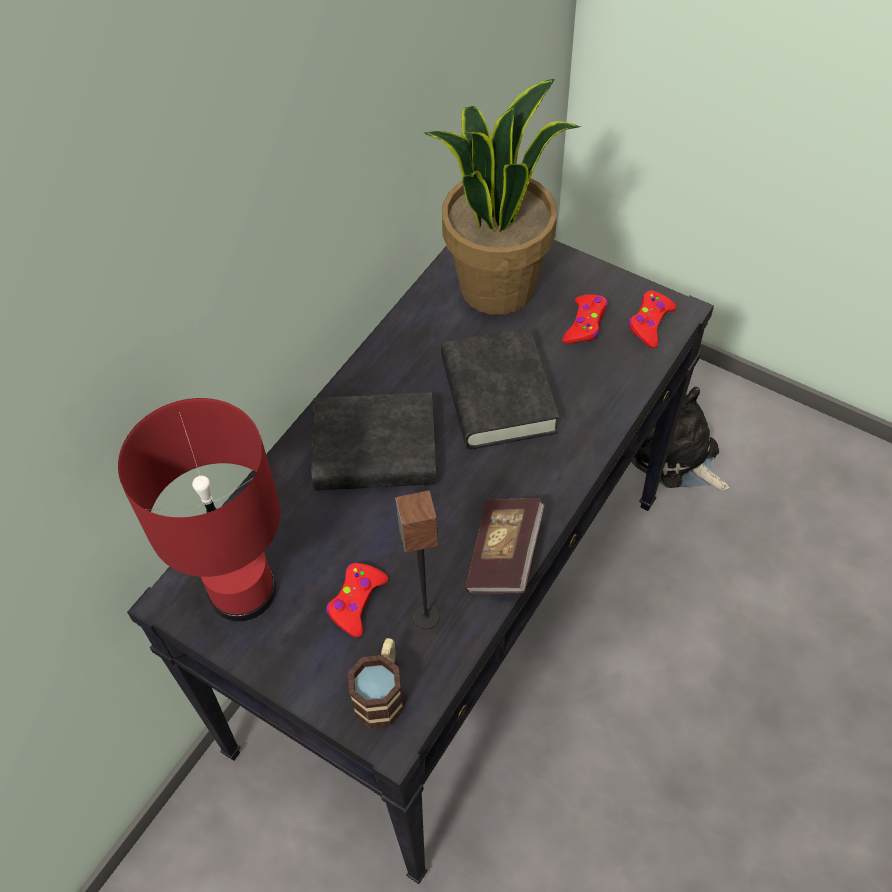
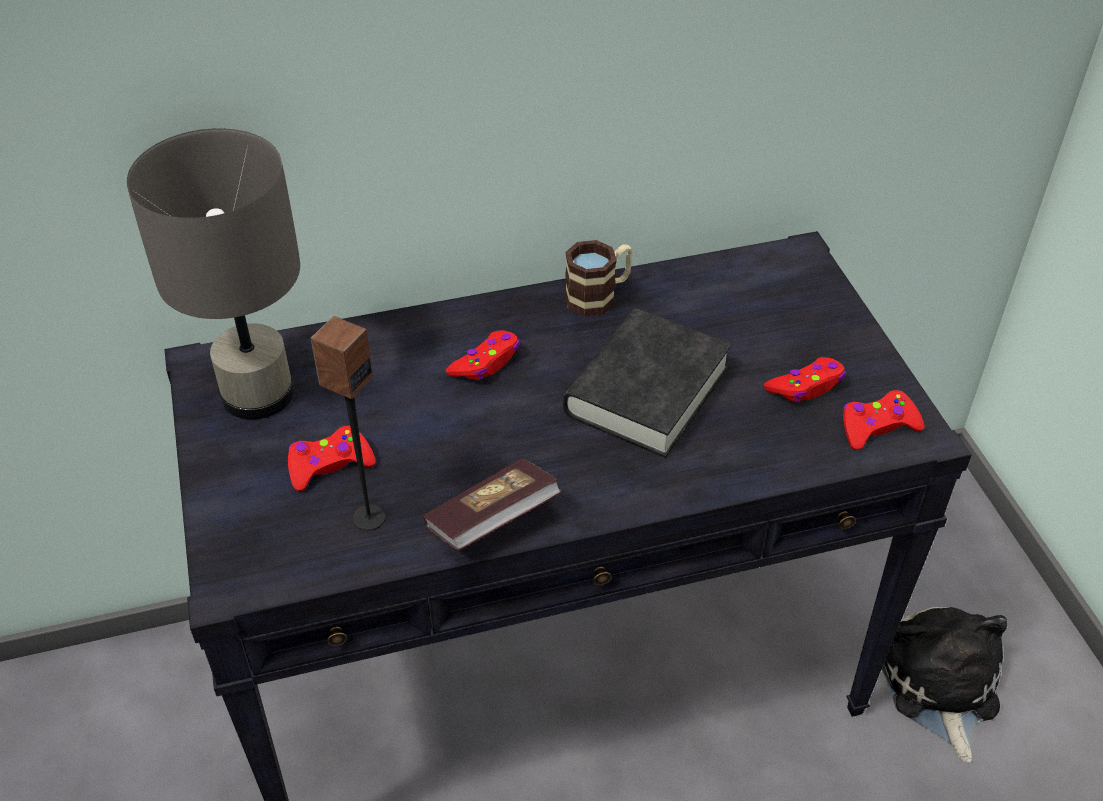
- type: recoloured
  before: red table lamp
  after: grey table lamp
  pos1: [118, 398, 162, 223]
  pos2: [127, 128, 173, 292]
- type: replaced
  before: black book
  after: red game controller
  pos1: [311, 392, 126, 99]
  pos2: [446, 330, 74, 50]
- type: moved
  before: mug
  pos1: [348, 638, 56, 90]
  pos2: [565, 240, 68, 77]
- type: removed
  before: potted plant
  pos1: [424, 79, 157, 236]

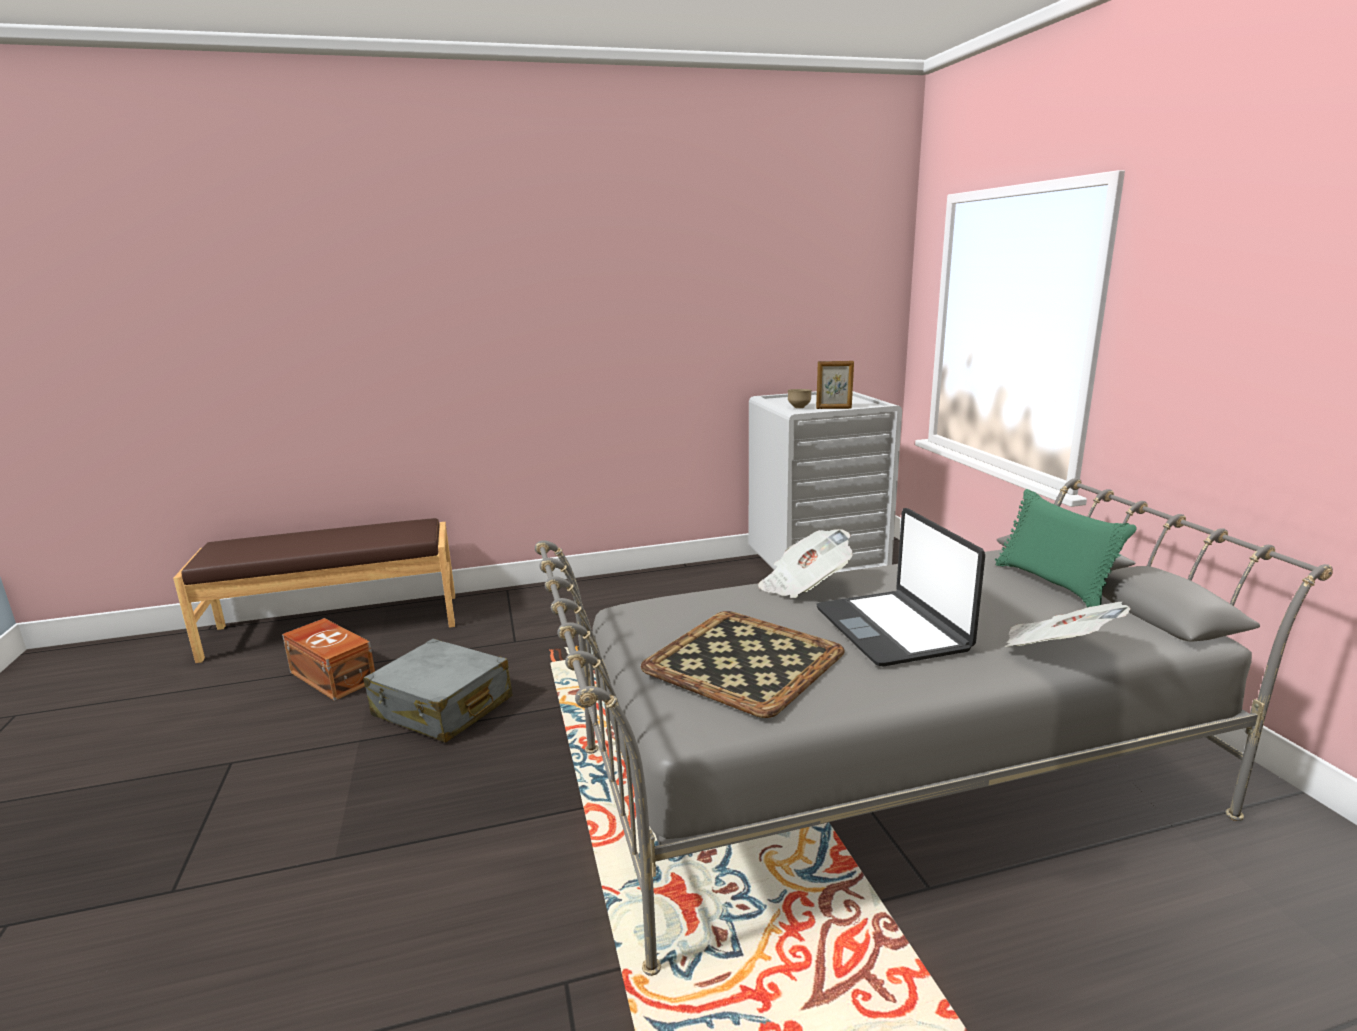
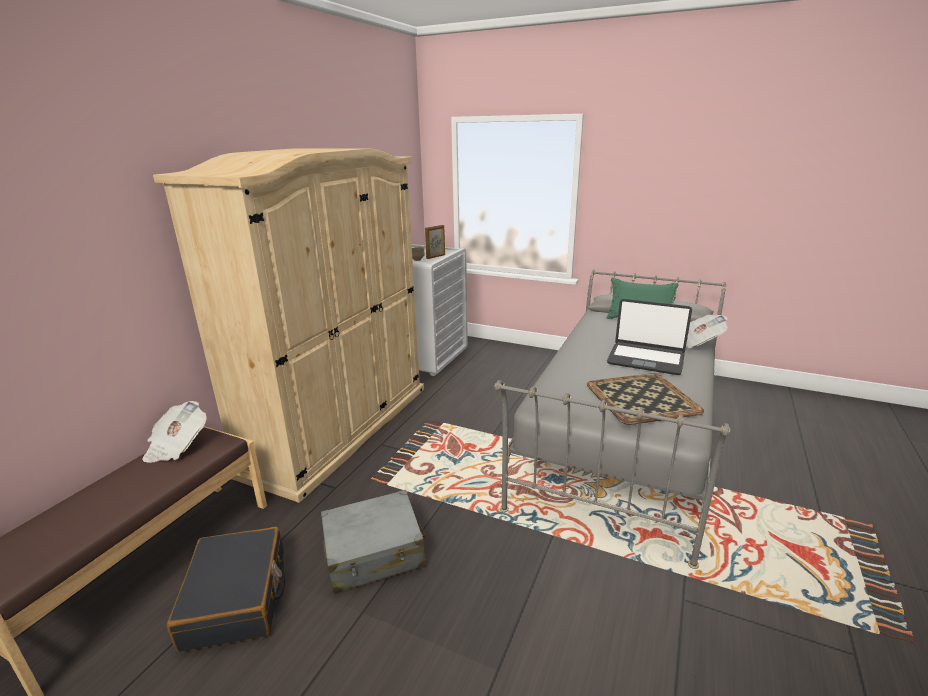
- type: moved
  before: newspaper
  pos1: [758, 529, 95, 69]
  pos2: [142, 401, 65, 62]
- type: added
  after: beige wardrobe
  pos2: [153, 148, 271, 355]
- type: replaced
  before: brown storage box
  after: black suitcase
  pos1: [282, 618, 93, 83]
  pos2: [167, 527, 118, 125]

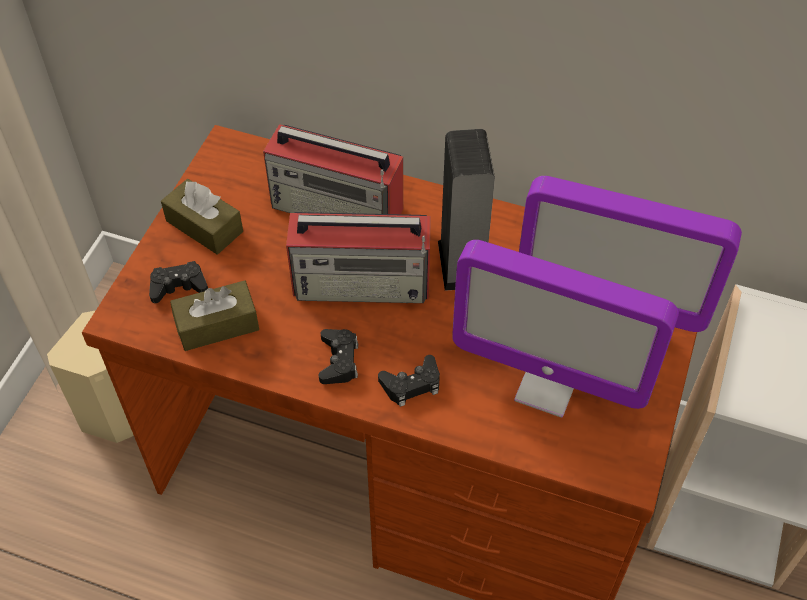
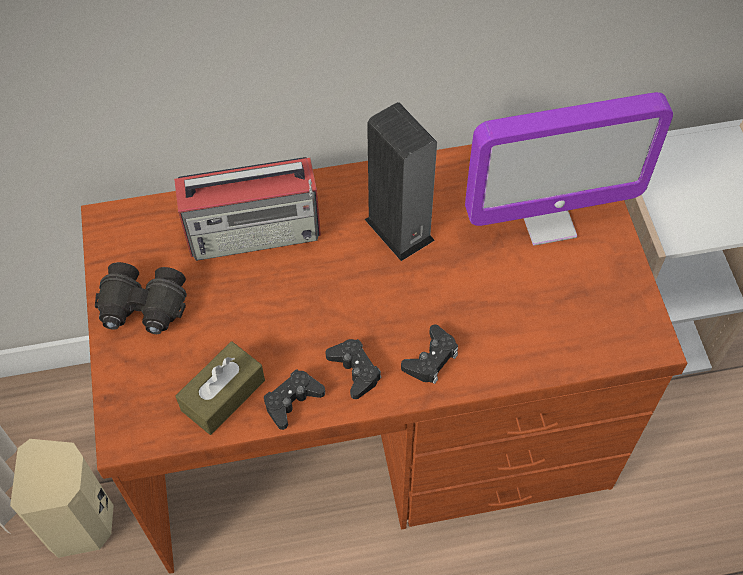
- type: replaced
  before: brown tissue box
  after: black binoculars
  pos1: [161, 179, 82, 75]
  pos2: [95, 262, 92, 72]
- type: moved
  before: black game controller
  pos1: [149, 261, 59, 42]
  pos2: [264, 369, 61, 61]
- type: removed
  before: radio
  pos1: [286, 212, 145, 91]
- type: removed
  before: monitor
  pos1: [452, 240, 227, 178]

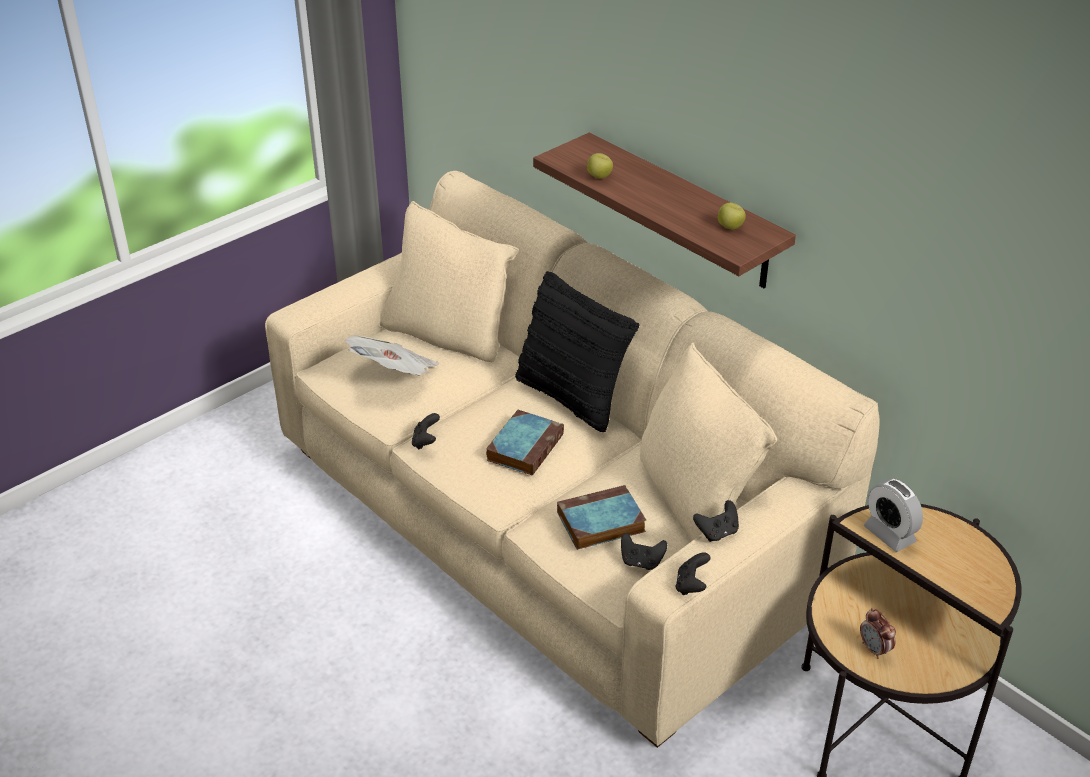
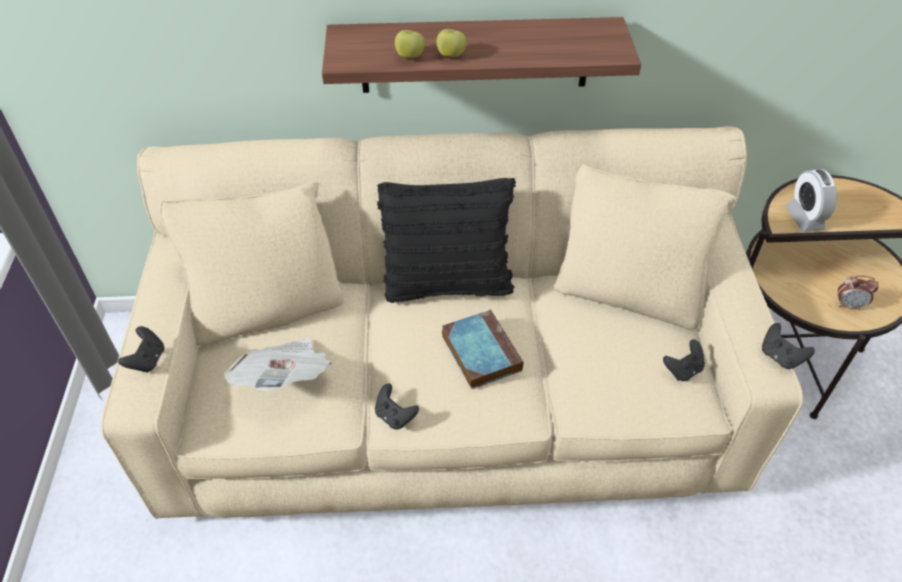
- type: moved
  before: black game controller
  pos1: [693, 500, 46, 42]
  pos2: [118, 326, 47, 47]
- type: moved
  before: apple
  pos1: [718, 203, 28, 27]
  pos2: [436, 29, 31, 28]
- type: turned
  before: alarm clock
  pos1: [864, 479, 59, 73]
  pos2: [786, 169, 51, 63]
  turn: 75
- type: removed
  before: book
  pos1: [557, 485, 89, 65]

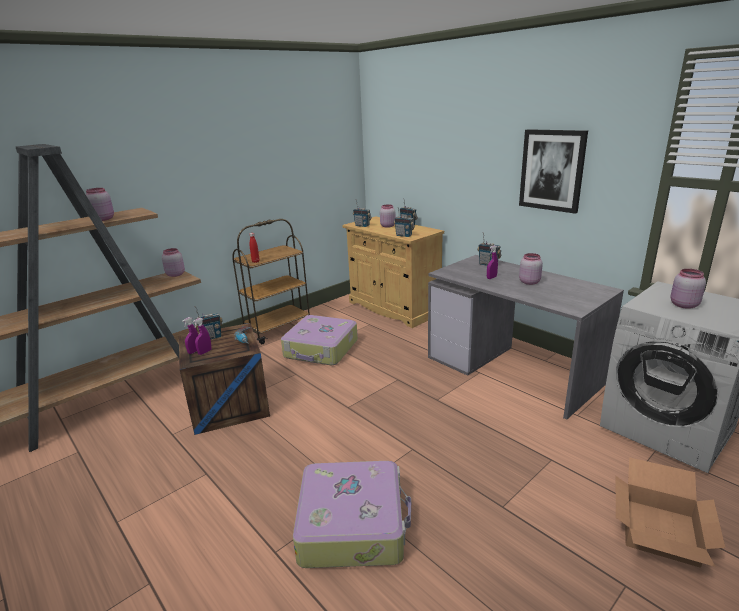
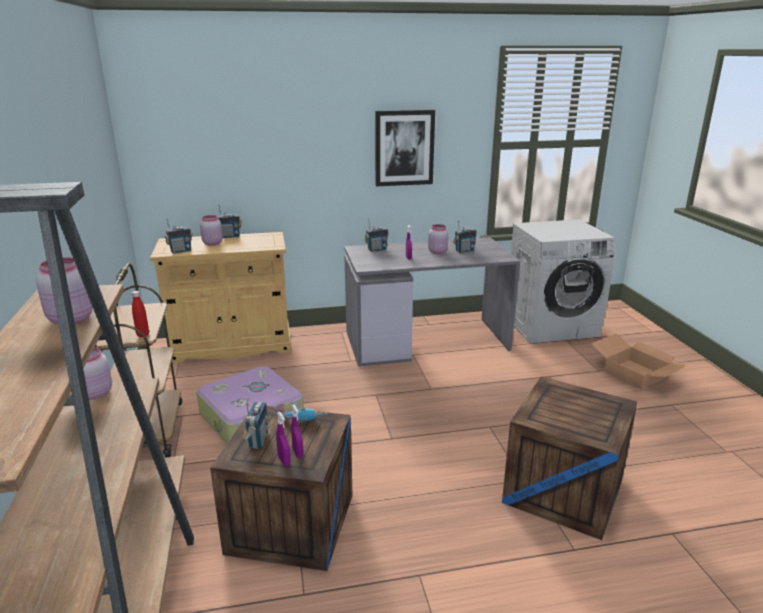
- type: moved
  before: radio
  pos1: [394, 207, 21, 30]
  pos2: [453, 220, 24, 33]
- type: replaced
  before: suitcase
  after: crate
  pos1: [293, 461, 118, 107]
  pos2: [502, 376, 136, 164]
- type: removed
  before: pink jar
  pos1: [671, 269, 35, 40]

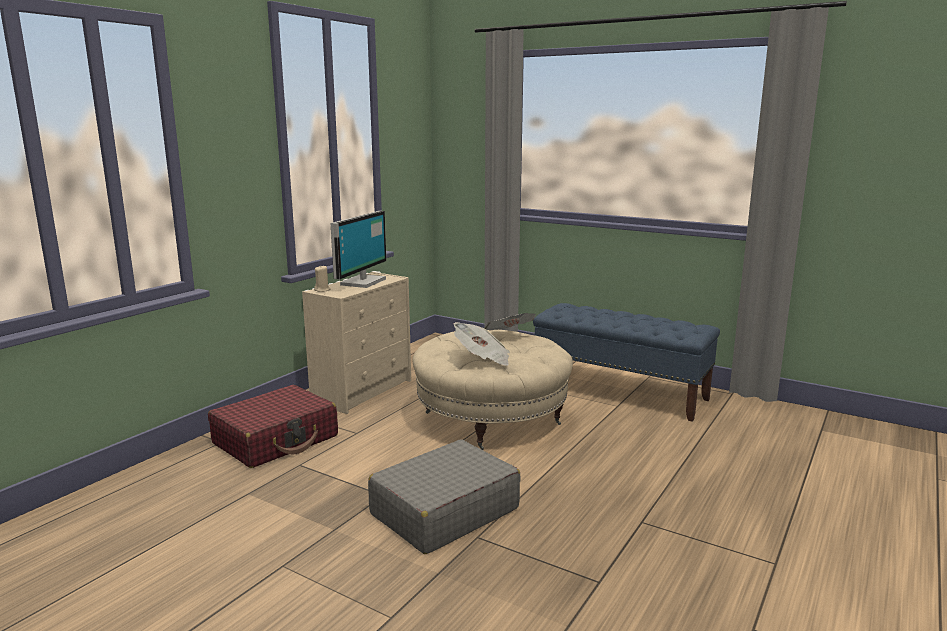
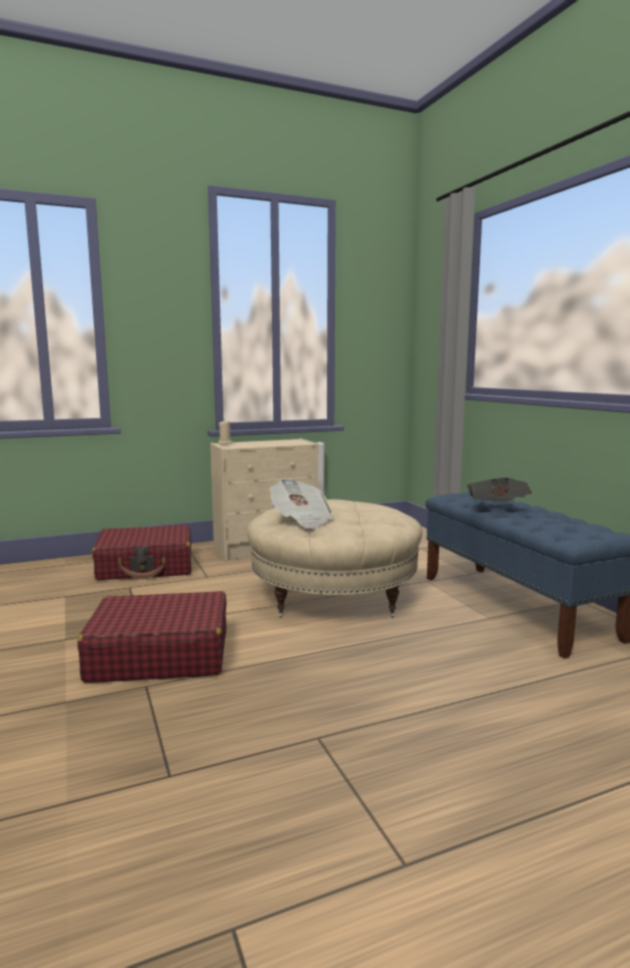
- type: recoloured
  before: grey suitcase
  after: red suitcase
  pos1: [368, 439, 153, 115]
  pos2: [77, 591, 149, 92]
- type: moved
  before: newspaper
  pos1: [484, 313, 52, 17]
  pos2: [466, 478, 66, 24]
- type: removed
  before: monitor
  pos1: [330, 211, 56, 77]

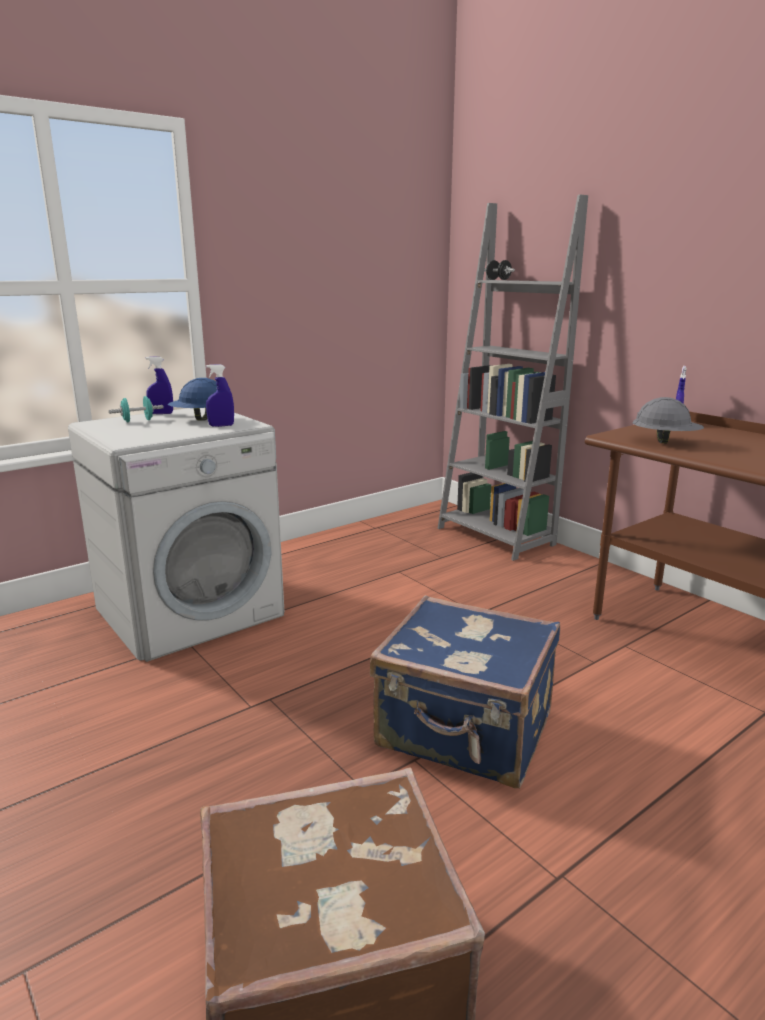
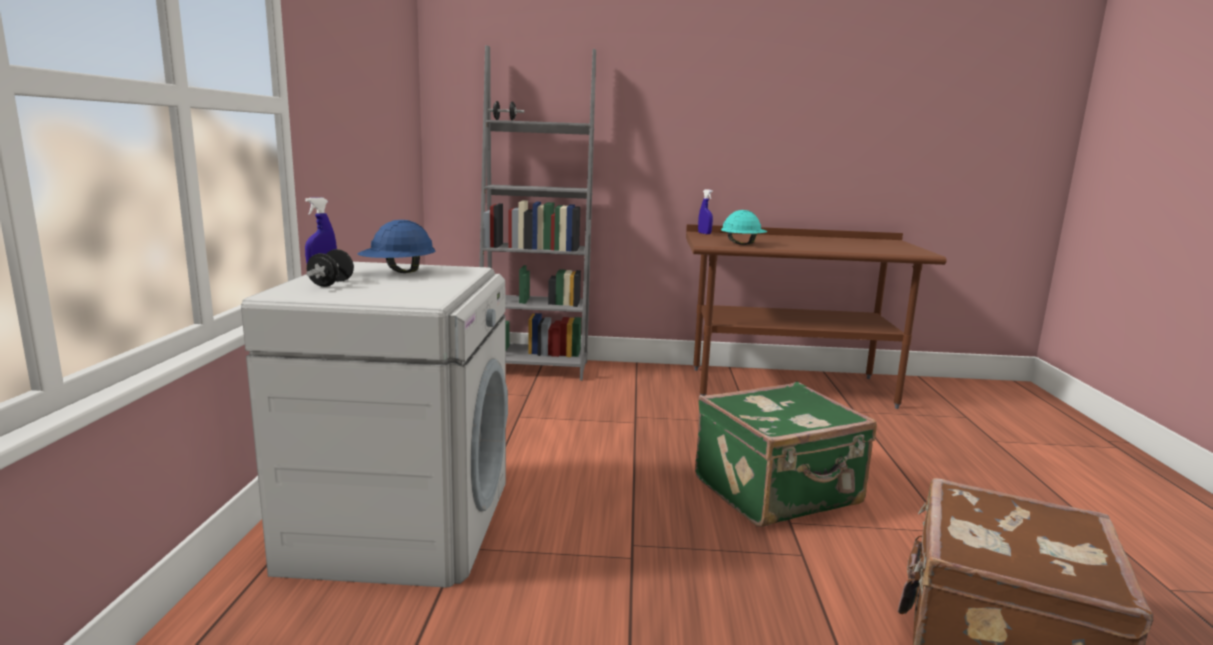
- type: recoloured
  before: turquoise dumbbell
  after: black dumbbell
  pos1: [109, 396, 55, 26]
  pos2: [306, 249, 48, 38]
- type: recoloured
  before: blue suitcase
  after: green suitcase
  pos1: [370, 595, 190, 193]
  pos2: [695, 381, 182, 146]
- type: recoloured
  before: grey hard hat
  after: turquoise hard hat
  pos1: [633, 397, 71, 47]
  pos2: [721, 210, 46, 35]
- type: removed
  before: blue spray bottle
  pos1: [206, 364, 28, 63]

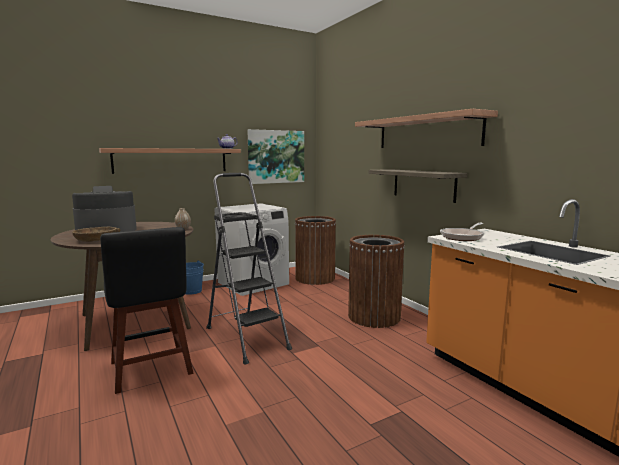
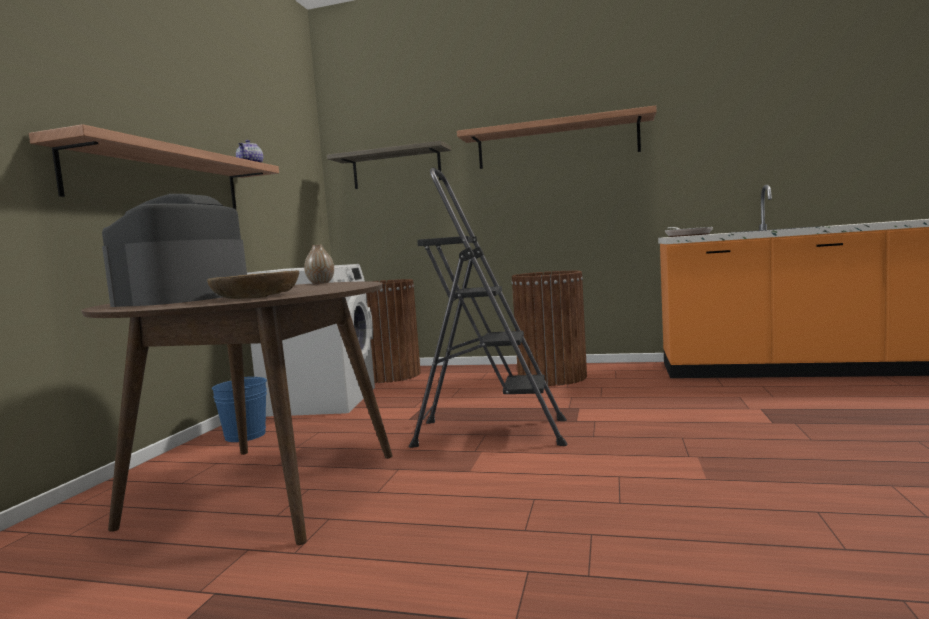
- type: moved
  before: shelf
  pos1: [368, 169, 99, 34]
  pos2: [327, 141, 124, 48]
- type: removed
  before: black chair
  pos1: [100, 227, 94, 167]
- type: removed
  before: picture
  pos1: [247, 129, 57, 55]

